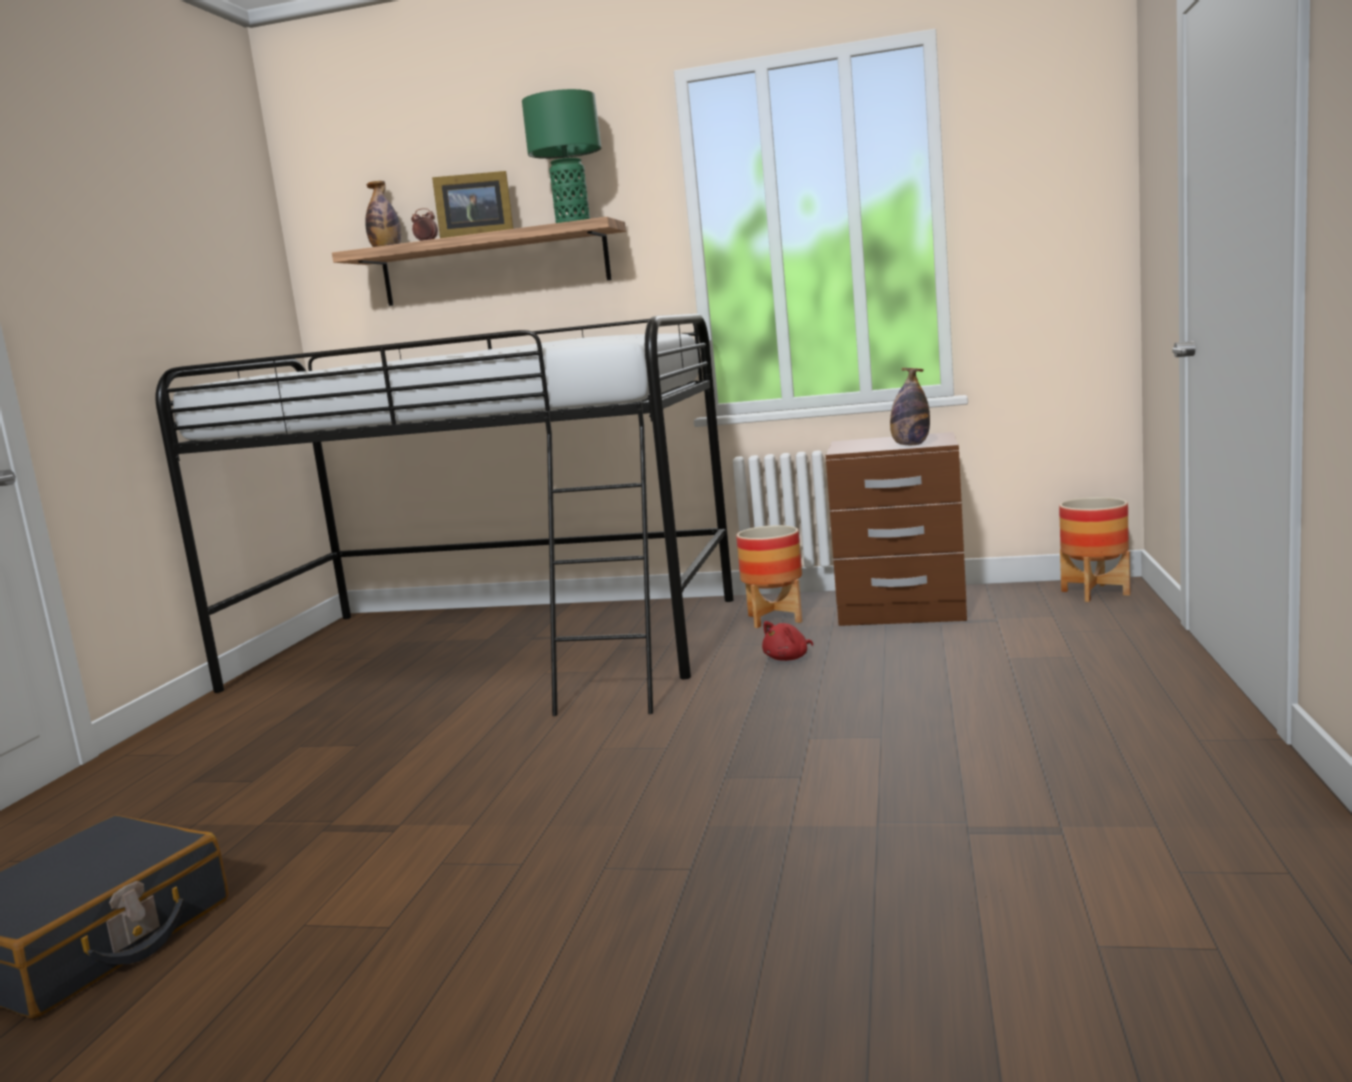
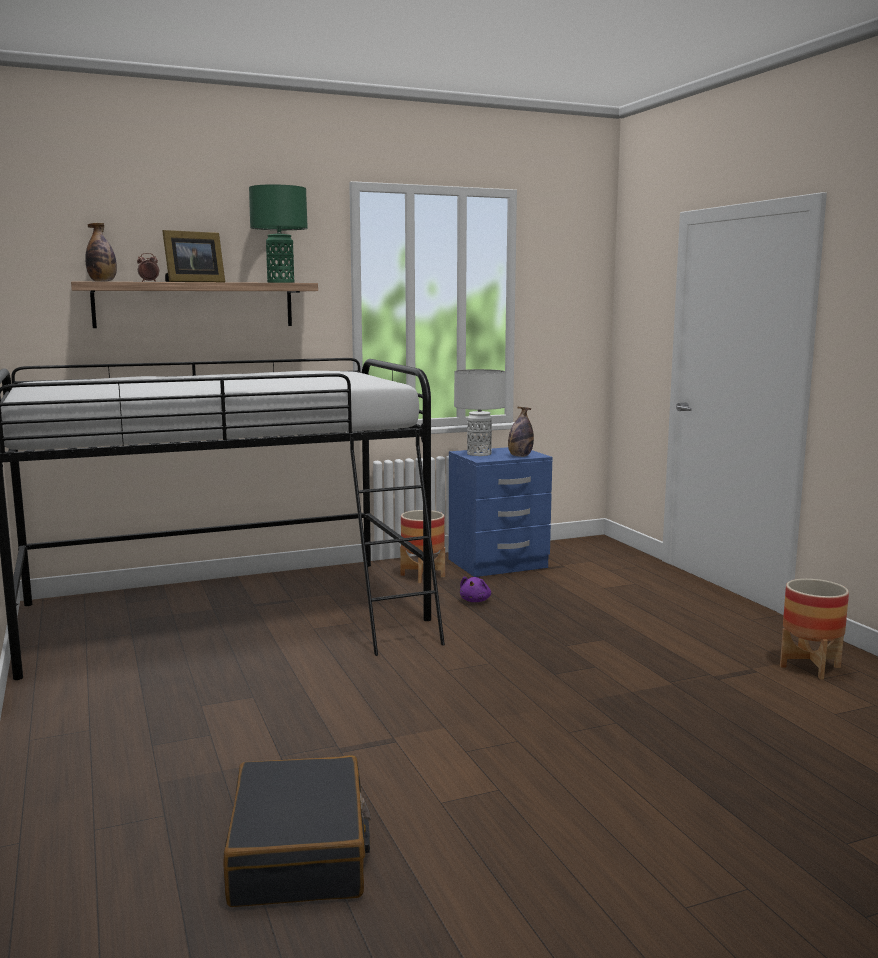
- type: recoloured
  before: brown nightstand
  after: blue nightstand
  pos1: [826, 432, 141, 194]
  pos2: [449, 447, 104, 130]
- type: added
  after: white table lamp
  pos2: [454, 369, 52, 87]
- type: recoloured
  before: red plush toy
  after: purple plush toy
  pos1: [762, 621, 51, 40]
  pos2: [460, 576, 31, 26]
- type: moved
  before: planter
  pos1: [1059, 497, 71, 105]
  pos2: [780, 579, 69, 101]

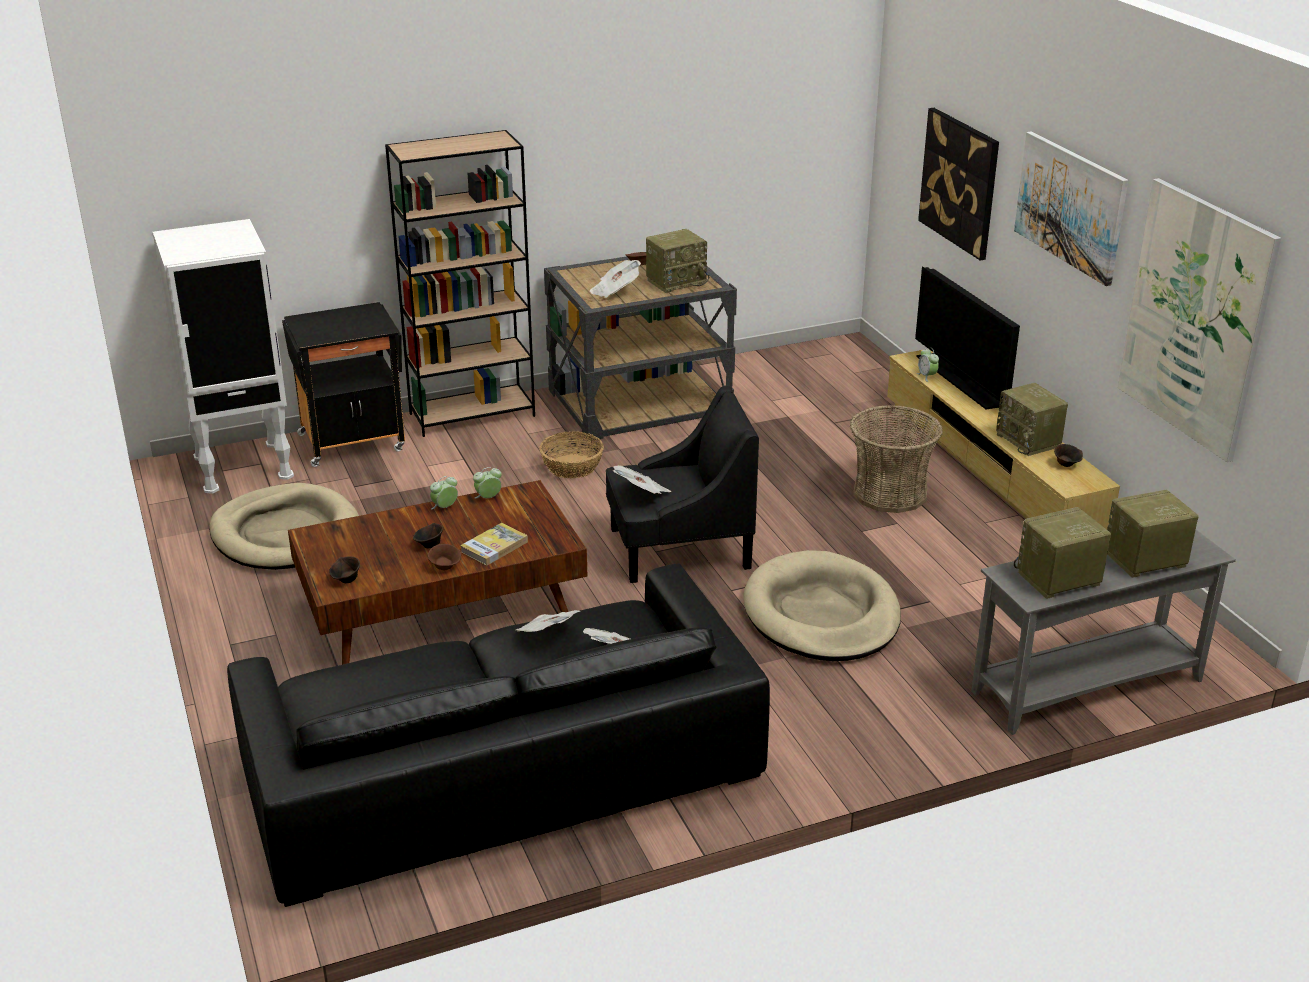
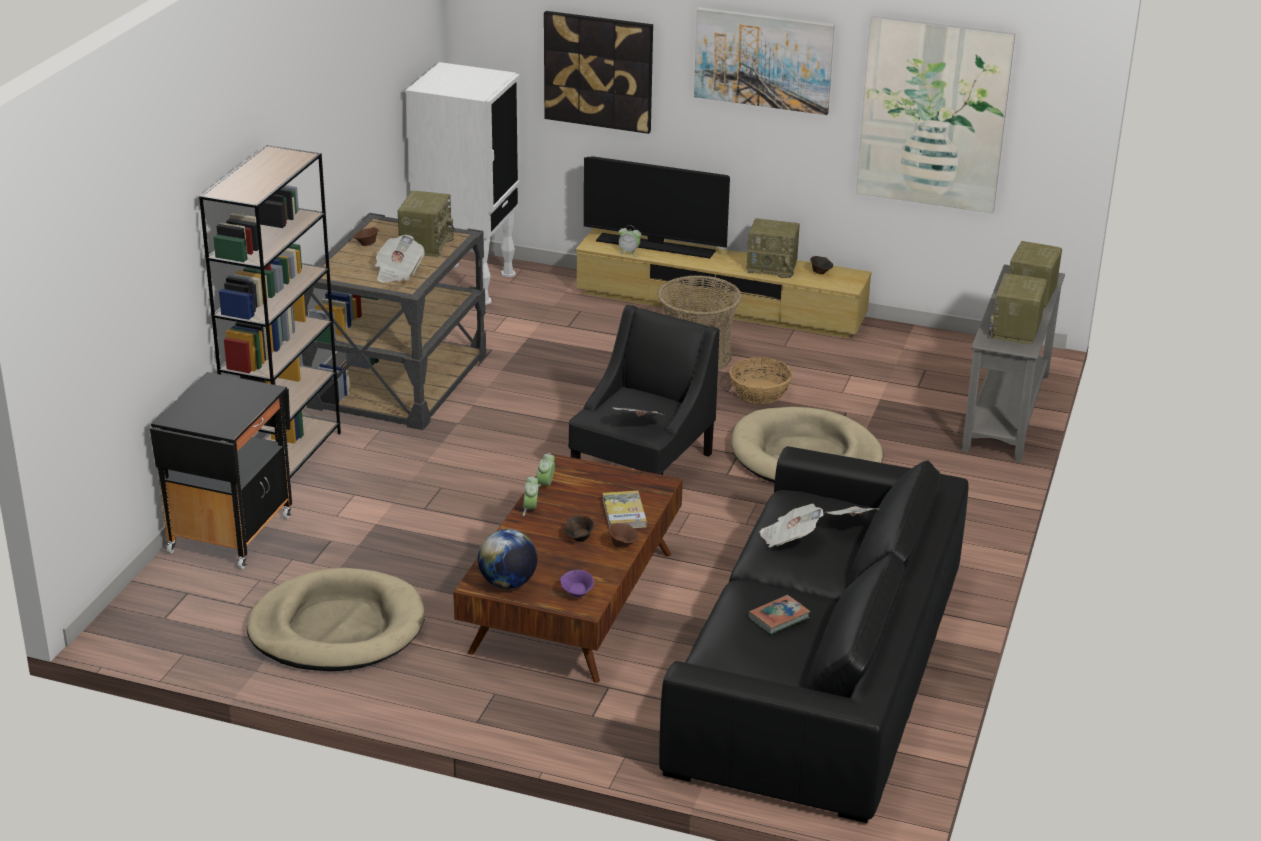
- type: moved
  before: white cabinet
  pos1: [153, 219, 141, 275]
  pos2: [405, 62, 116, 243]
- type: added
  after: globe
  pos2: [478, 529, 59, 60]
- type: recoloured
  before: brown bowl
  after: purple bowl
  pos1: [329, 556, 31, 27]
  pos2: [560, 570, 34, 27]
- type: moved
  before: basket
  pos1: [539, 431, 65, 47]
  pos2: [729, 357, 63, 47]
- type: added
  after: book
  pos2: [748, 595, 62, 39]

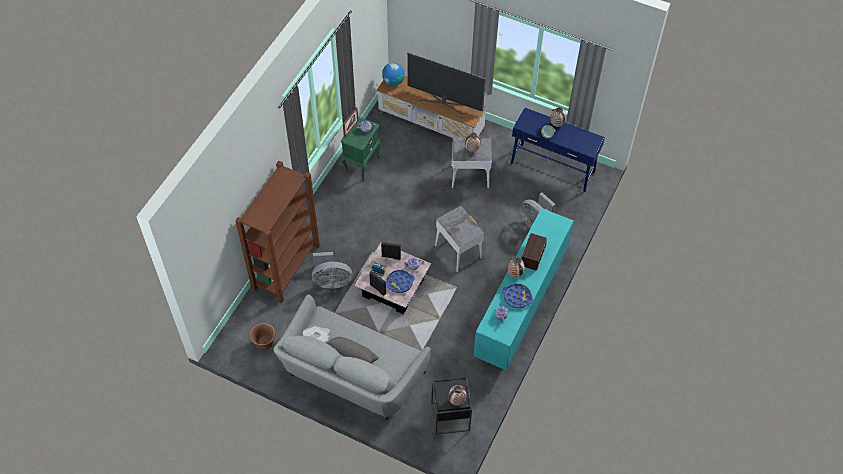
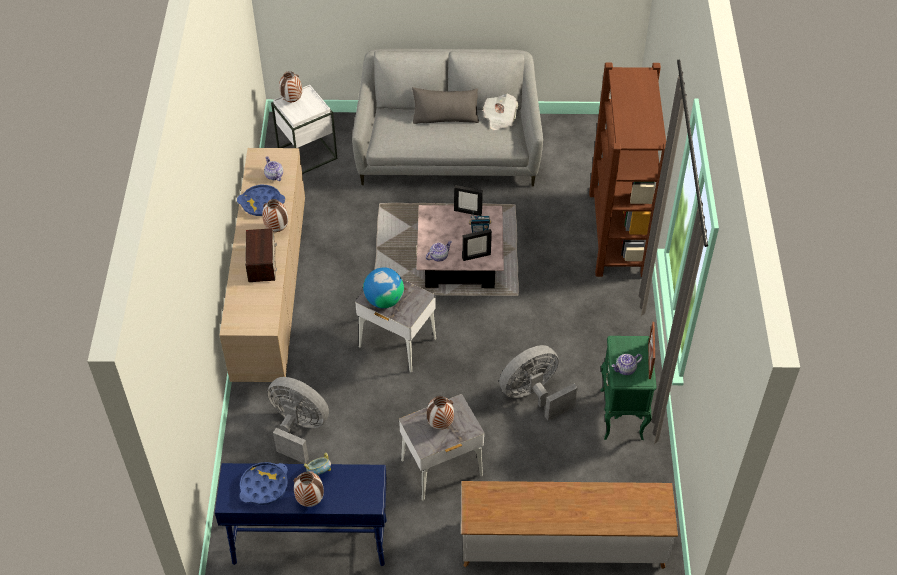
- type: recoloured
  before: turquoise cabinet
  after: beige cabinet
  pos1: [473, 208, 101, 162]
  pos2: [220, 148, 85, 234]
- type: moved
  before: blue tray
  pos1: [386, 270, 29, 23]
  pos2: [239, 462, 49, 43]
- type: recoloured
  before: black side table
  after: white side table
  pos1: [431, 377, 41, 58]
  pos2: [271, 85, 66, 89]
- type: moved
  before: globe
  pos1: [382, 63, 23, 23]
  pos2: [363, 267, 41, 41]
- type: moved
  before: grey fan
  pos1: [312, 252, 40, 37]
  pos2: [499, 345, 79, 76]
- type: removed
  before: brown planter
  pos1: [250, 323, 26, 27]
- type: removed
  before: television
  pos1: [407, 53, 79, 62]

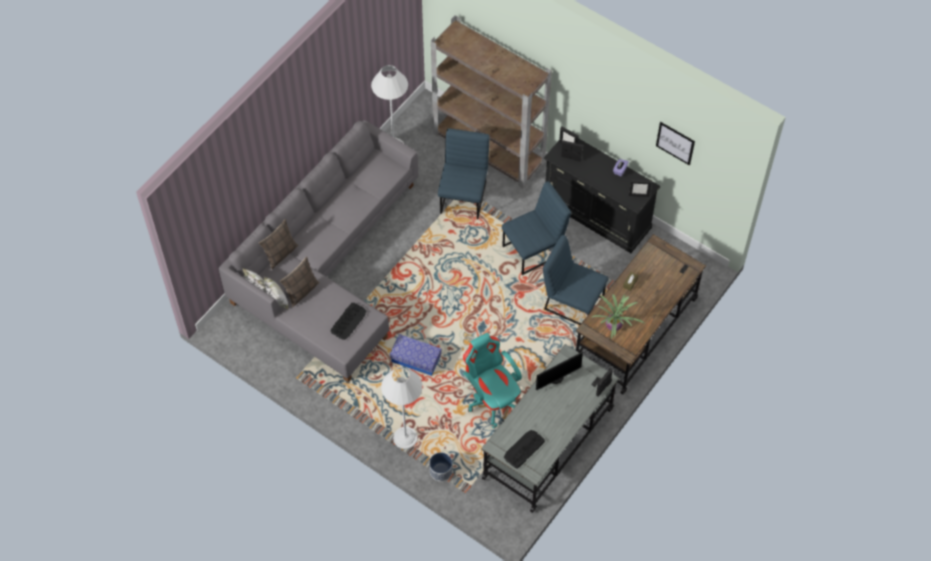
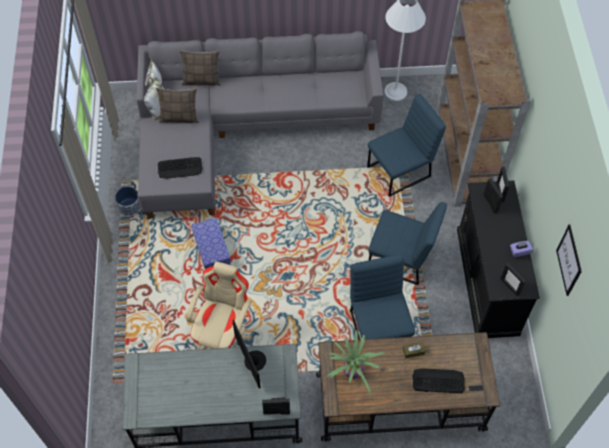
- type: moved
  before: planter
  pos1: [429, 452, 23, 30]
  pos2: [115, 187, 26, 30]
- type: recoloured
  before: turquoise office chair
  after: beige office chair
  pos1: [463, 333, 59, 96]
  pos2: [186, 262, 66, 87]
- type: turned
  before: monitor
  pos1: [536, 352, 47, 38]
  pos2: [233, 319, 33, 70]
  turn: 45
- type: moved
  before: keyboard
  pos1: [504, 430, 41, 39]
  pos2: [412, 368, 53, 25]
- type: removed
  before: white floor lamp
  pos1: [381, 367, 41, 82]

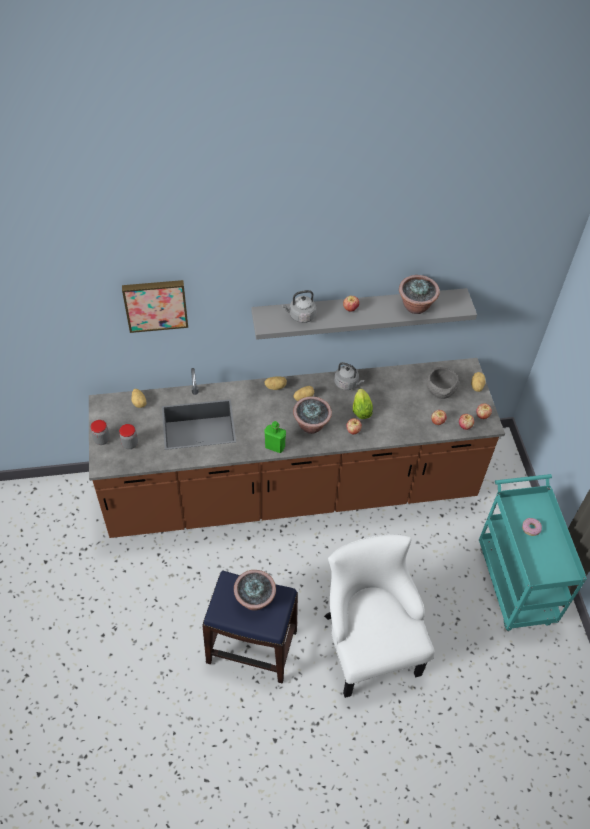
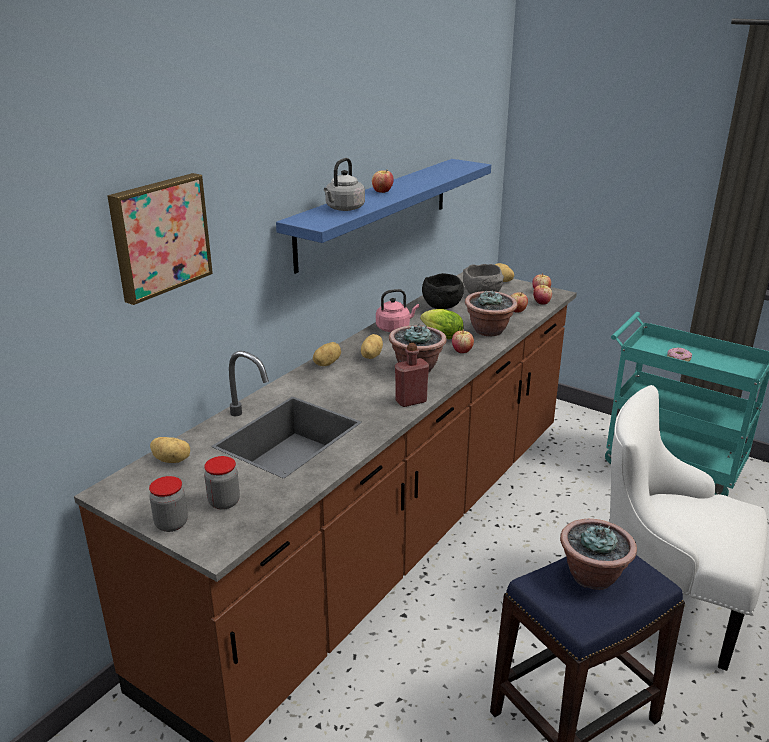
- type: recoloured
  before: grey shelf
  after: blue shelf
  pos1: [252, 288, 225, 52]
  pos2: [276, 159, 215, 115]
- type: recoloured
  before: grey kettle
  after: pink kettle
  pos1: [334, 362, 30, 28]
  pos2: [376, 289, 43, 43]
- type: recoloured
  before: green bottle
  after: red bottle
  pos1: [265, 421, 21, 32]
  pos2: [395, 343, 34, 64]
- type: added
  after: black bowl
  pos2: [422, 273, 42, 36]
- type: moved
  before: potted plant
  pos1: [399, 275, 41, 39]
  pos2: [465, 291, 53, 45]

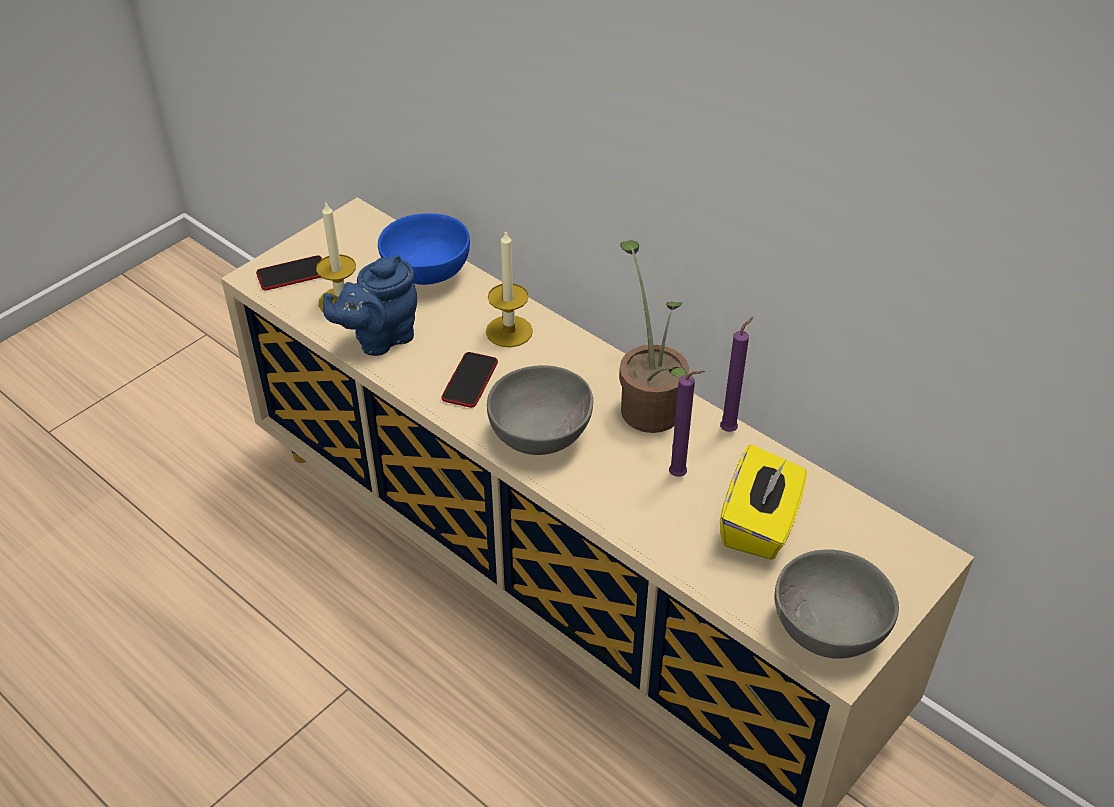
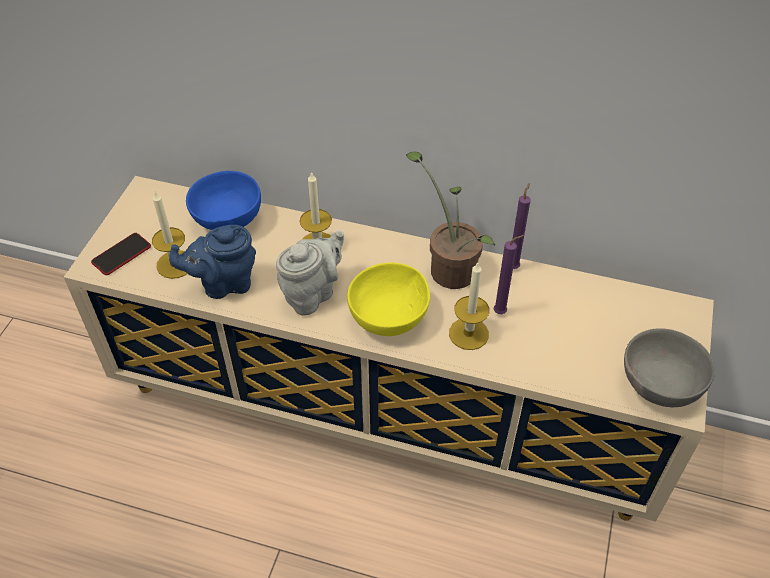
- type: turned
  before: blue teapot
  pos1: [323, 255, 94, 101]
  pos2: [169, 225, 87, 74]
  turn: 45
- type: replaced
  before: phone
  after: grey teapot
  pos1: [441, 352, 57, 56]
  pos2: [276, 230, 68, 86]
- type: recoloured
  before: grey bowl
  after: yellow bowl
  pos1: [487, 365, 106, 90]
  pos2: [347, 263, 83, 73]
- type: added
  after: candle
  pos2: [449, 261, 40, 89]
- type: removed
  before: yellow tissue box
  pos1: [720, 444, 87, 116]

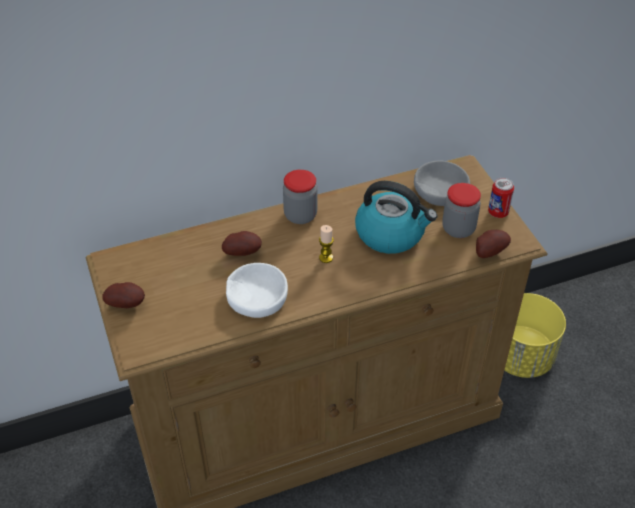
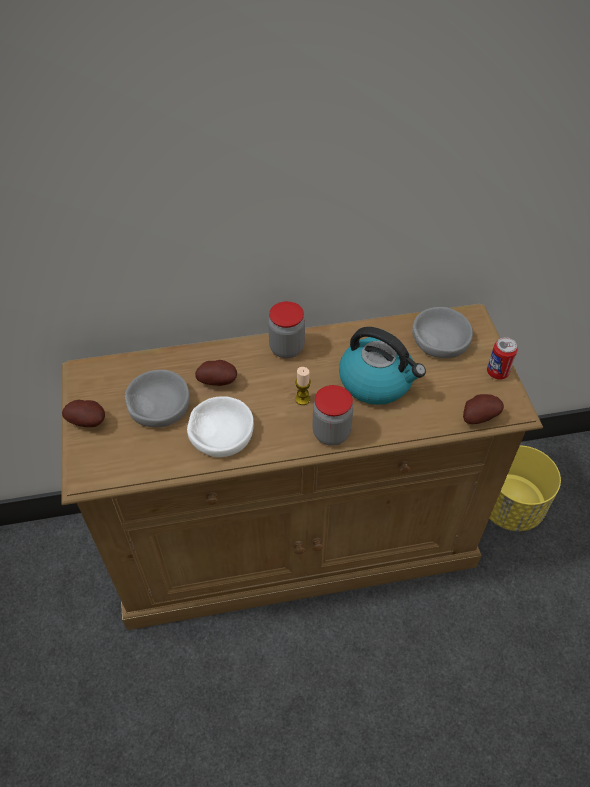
- type: added
  after: grey bowl
  pos2: [125, 370, 65, 57]
- type: moved
  before: jar
  pos1: [442, 183, 39, 55]
  pos2: [312, 385, 41, 61]

